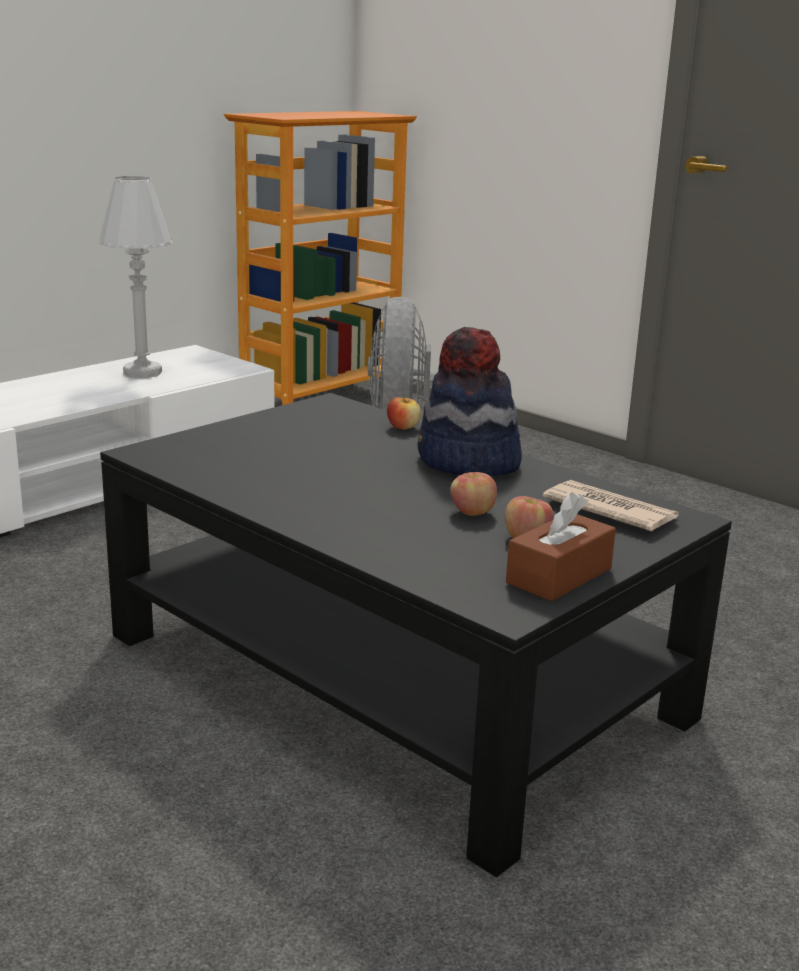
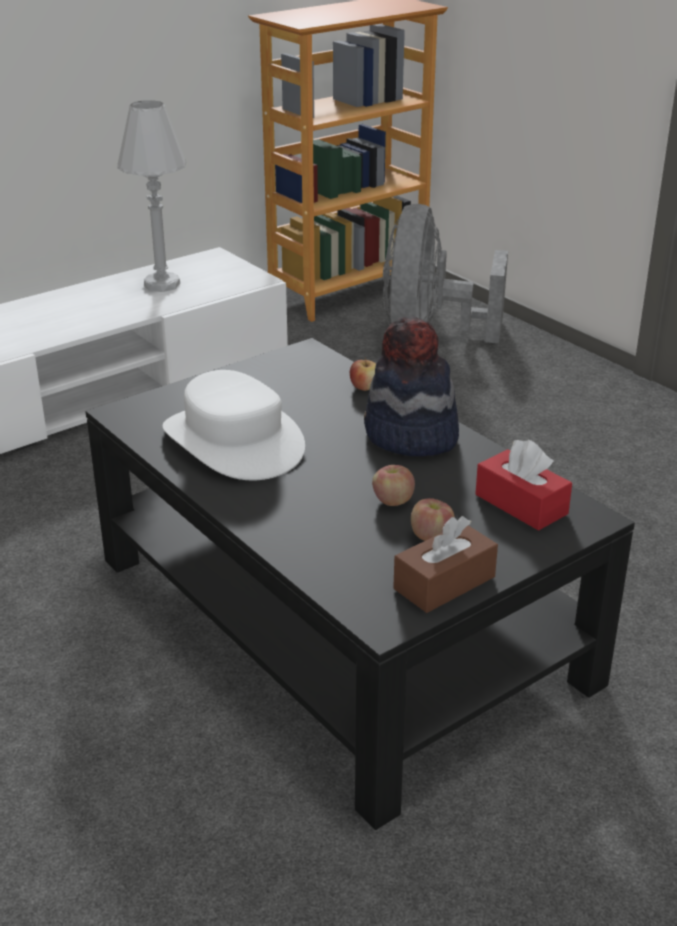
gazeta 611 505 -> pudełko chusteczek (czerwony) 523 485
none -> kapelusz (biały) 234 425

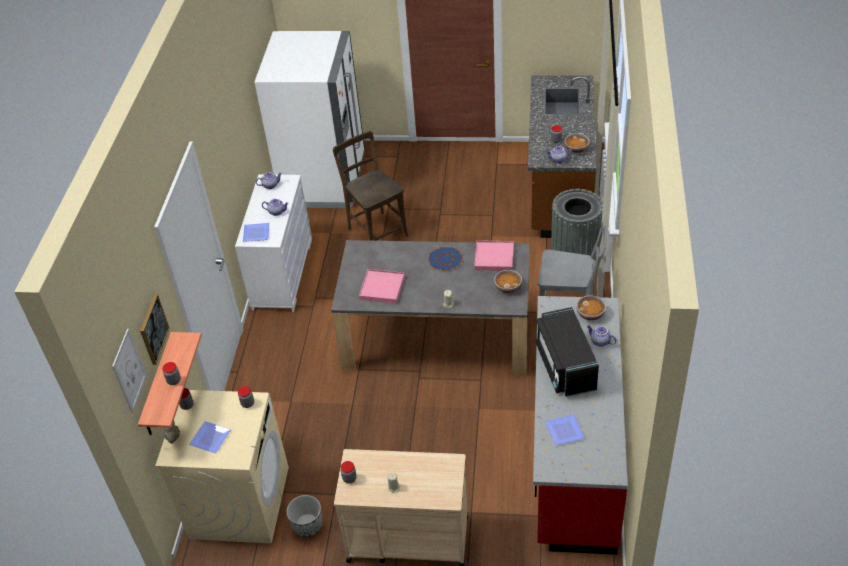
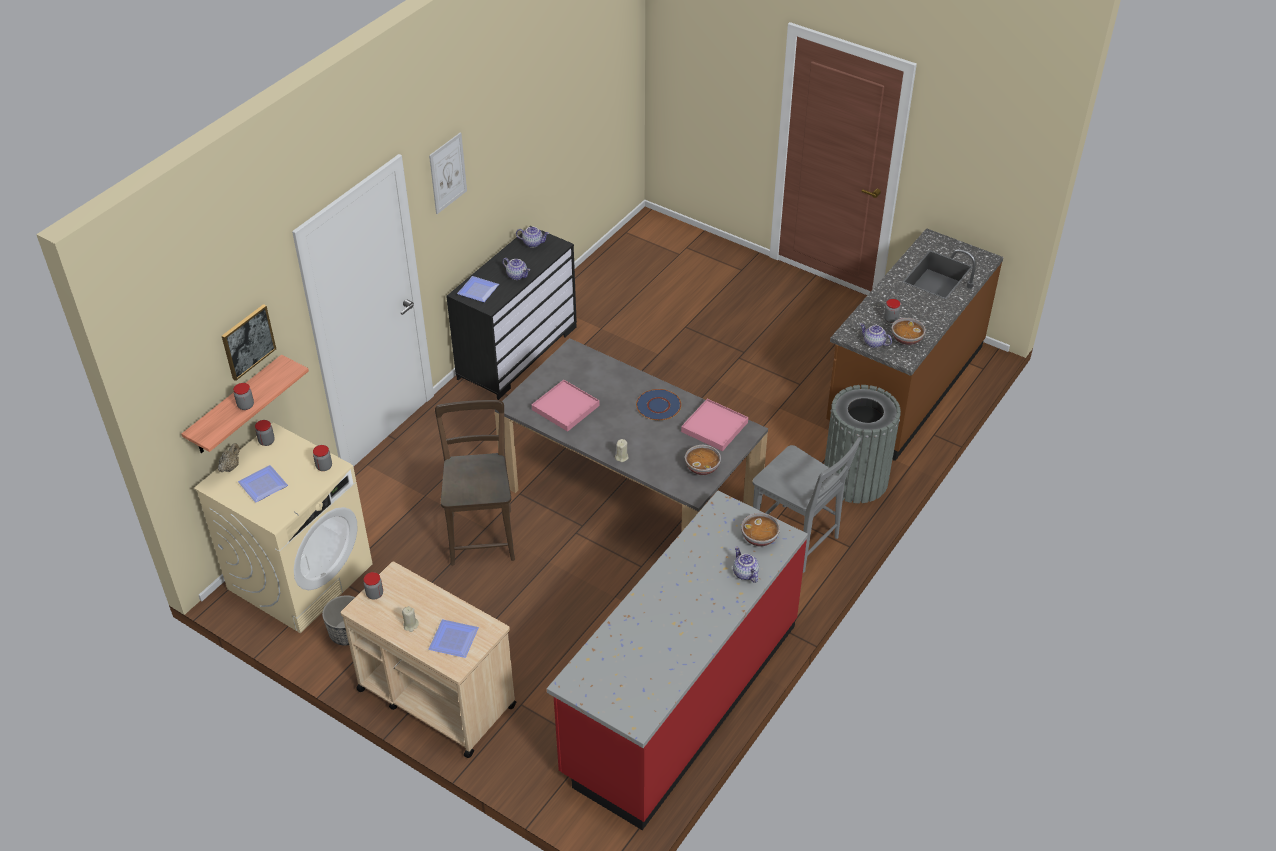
lodówka (biały) 309 119 -> none
krzesło (brązowy) 371 186 -> krzesło (brązowy) 475 483, moved
komoda (biały) 273 243 -> komoda (czarny) 511 313
mikrofalówka (czarny) 567 352 -> none
obraz 129 370 -> obraz 448 173, moved
talerz 565 430 -> talerz 454 638, moved

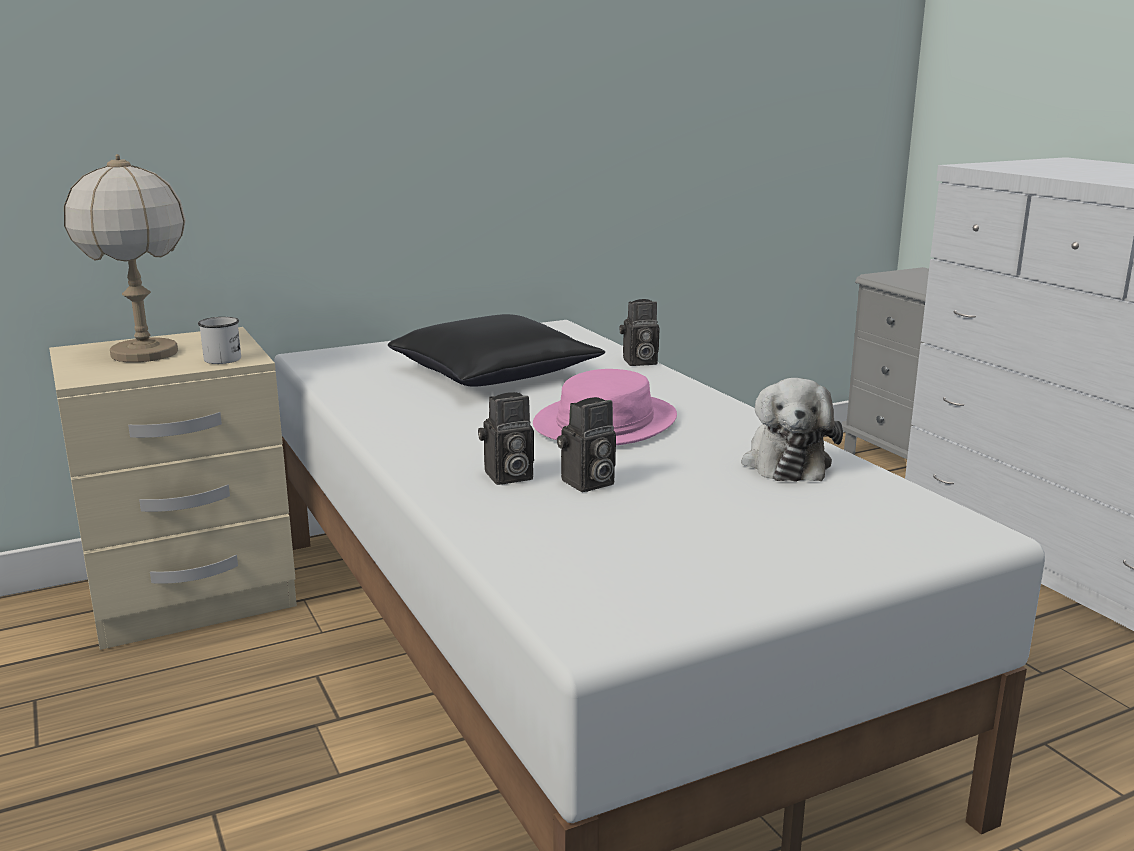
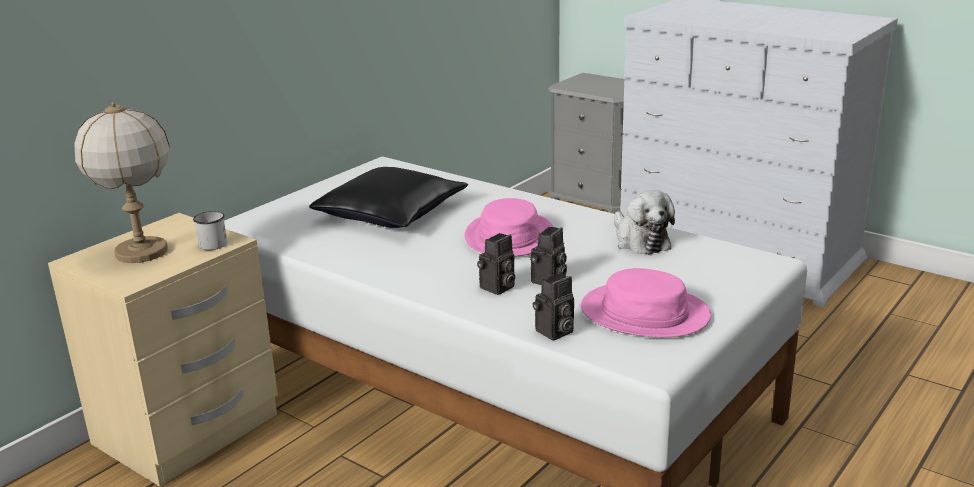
aparat fotograficzny 639 332 -> aparat fotograficzny 553 306, moved
none -> kapelusz (różowy) 646 302

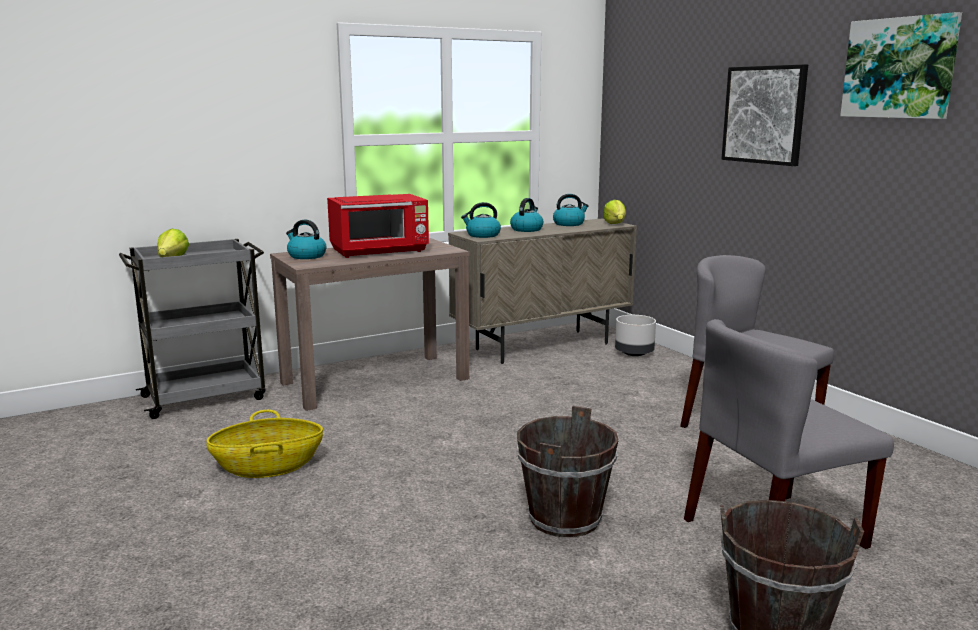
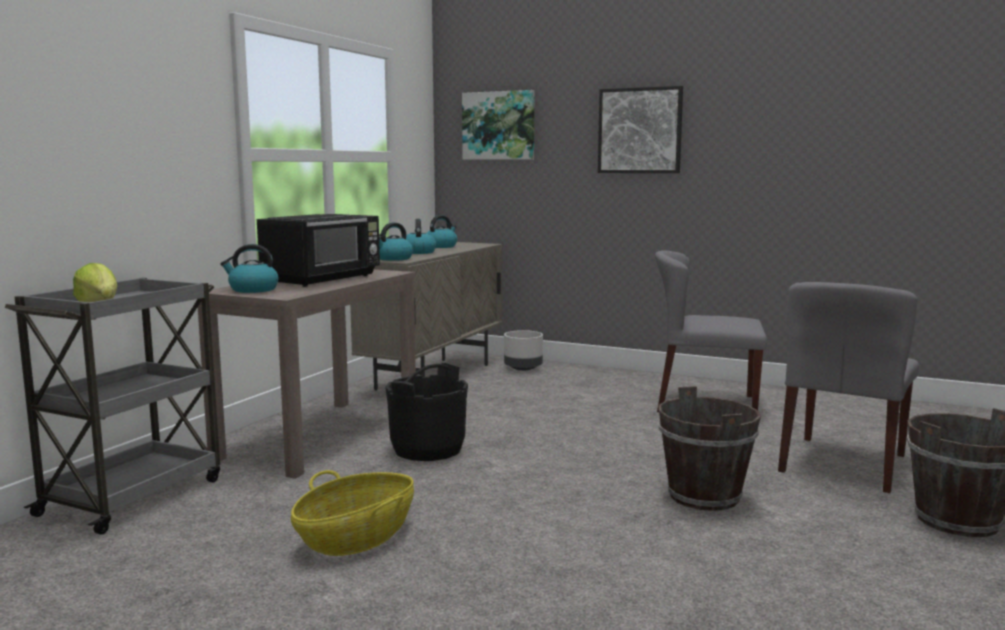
obraz 901 65 -> obraz 498 125, moved
mikrofalówka (czerwony) 378 226 -> mikrofalówka (czarny) 318 250
sałata 614 212 -> none
none -> wiadro (czarny) 426 412

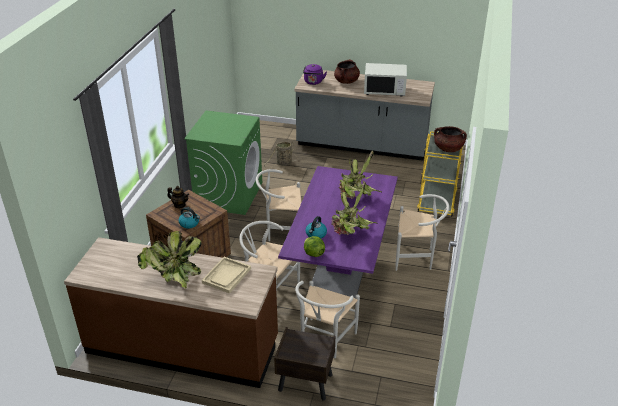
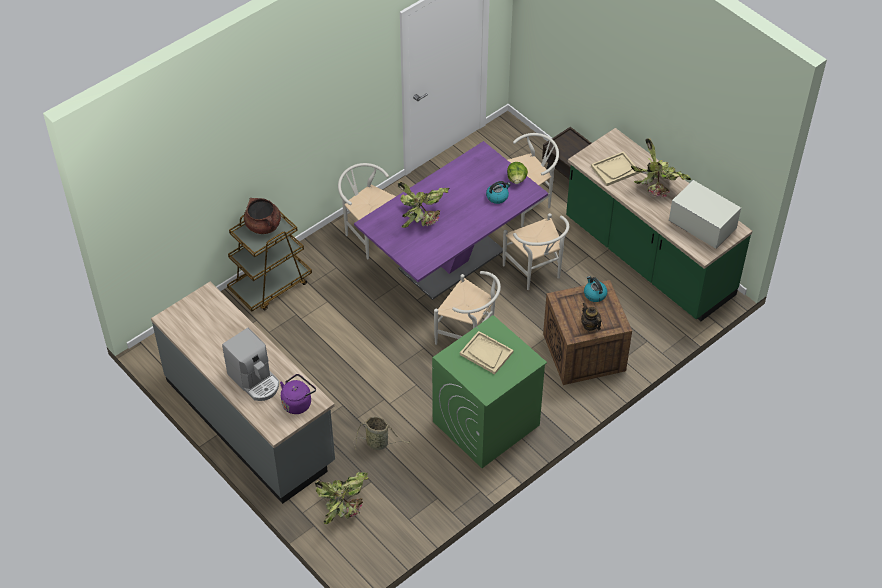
garnek (brązowy) 347 71 -> ekspres do kawy 250 364
mikrofalówka (biały) 385 80 -> mikrofalówka (biały) 705 214, moved
wózek (żółty) 440 173 -> wózek (brązowy) 269 261
roślina doniczkowa 355 208 -> roślina doniczkowa 342 498, moved
zabudowa kuchenna (brązowy) 171 312 -> zabudowa kuchenna (zielony) 659 224
none -> taca (beżowy) 486 352

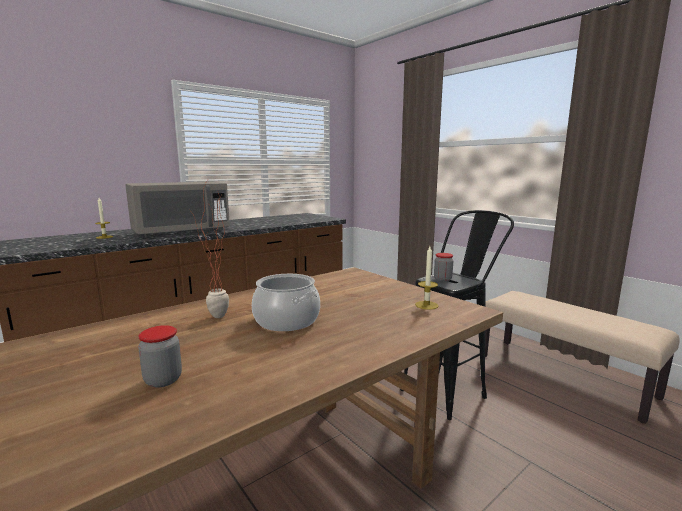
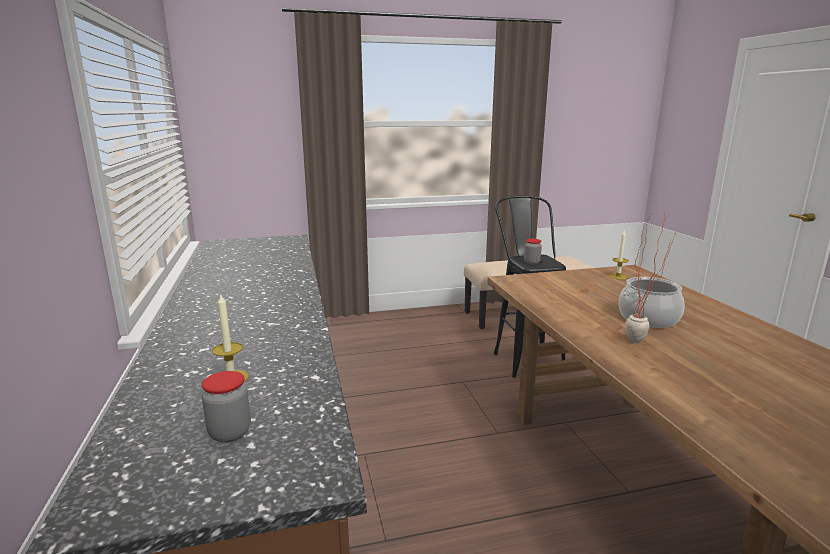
mikrofalówka (szary) 177 210 -> none
słoik 160 356 -> słoik 226 407, moved

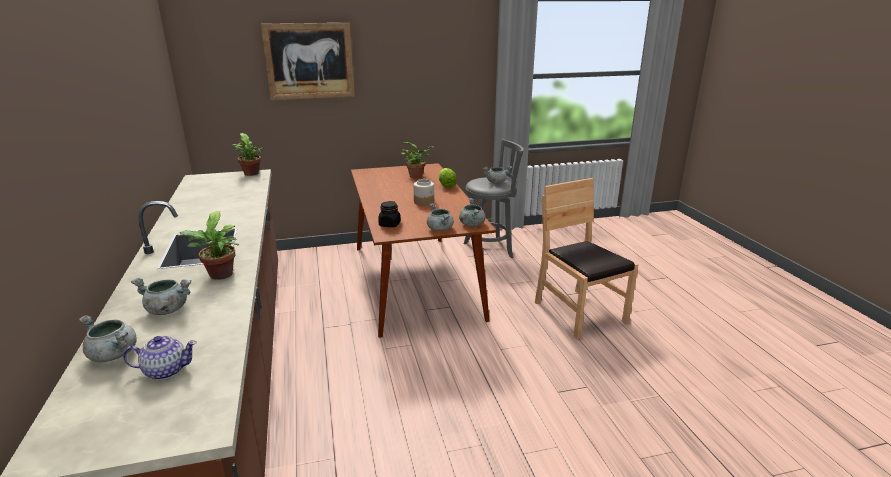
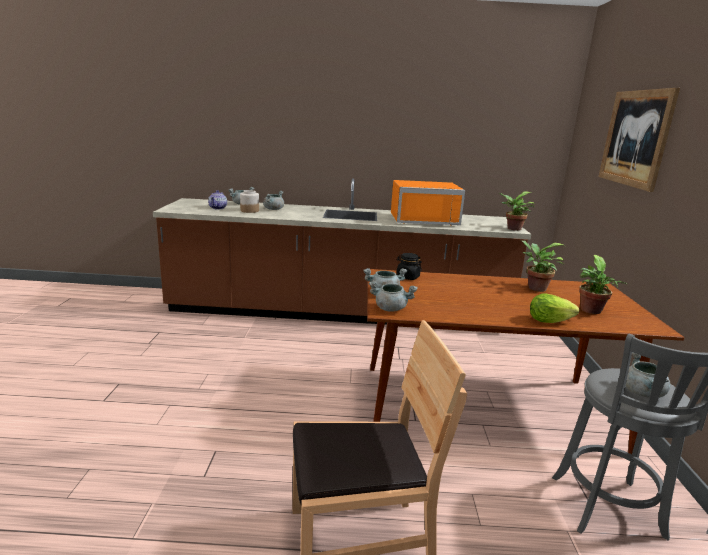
słoik 423 192 -> słoik 249 201, moved
roślina doniczkowa 208 245 -> roślina doniczkowa 543 266, moved
none -> mikrofalówka (pomarańczowy) 428 203

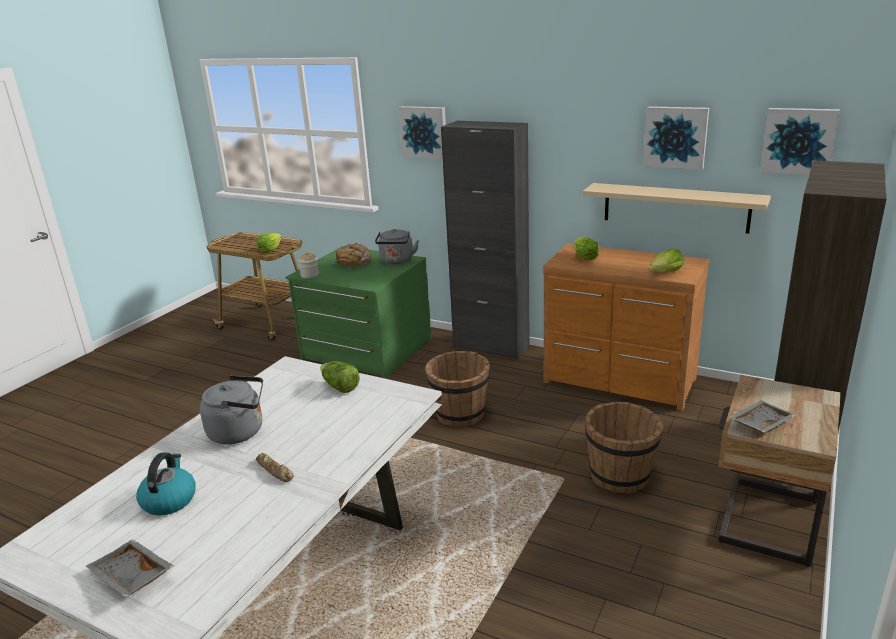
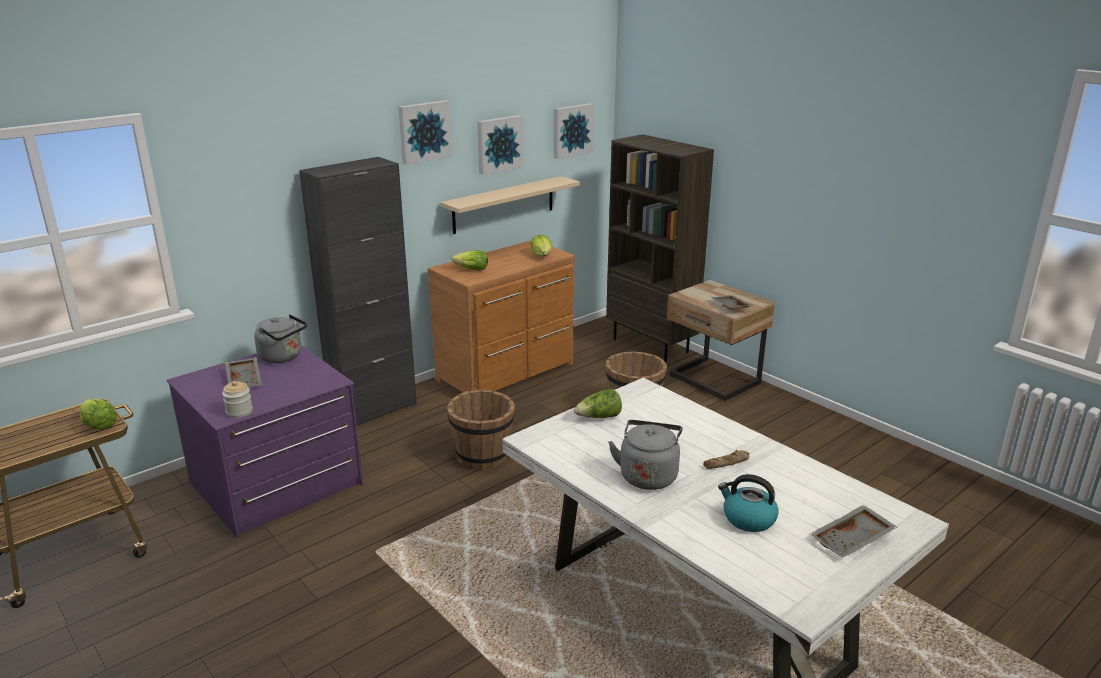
obraz 422 133 -> obraz 425 132, moved
chleb 351 255 -> taca (szary) 243 372
komoda (zielony) 358 312 -> komoda (fioletowy) 265 441

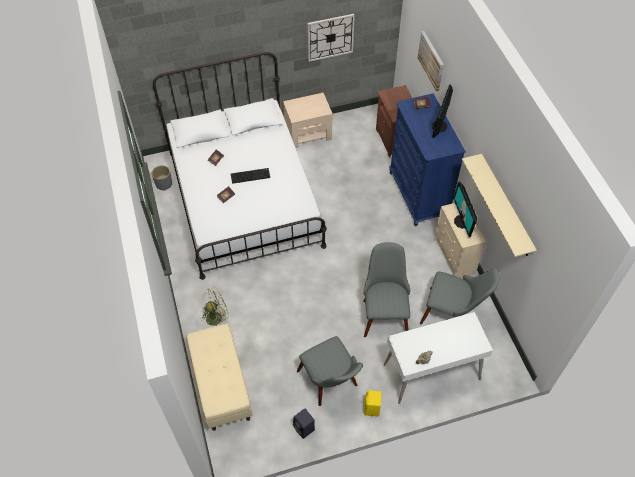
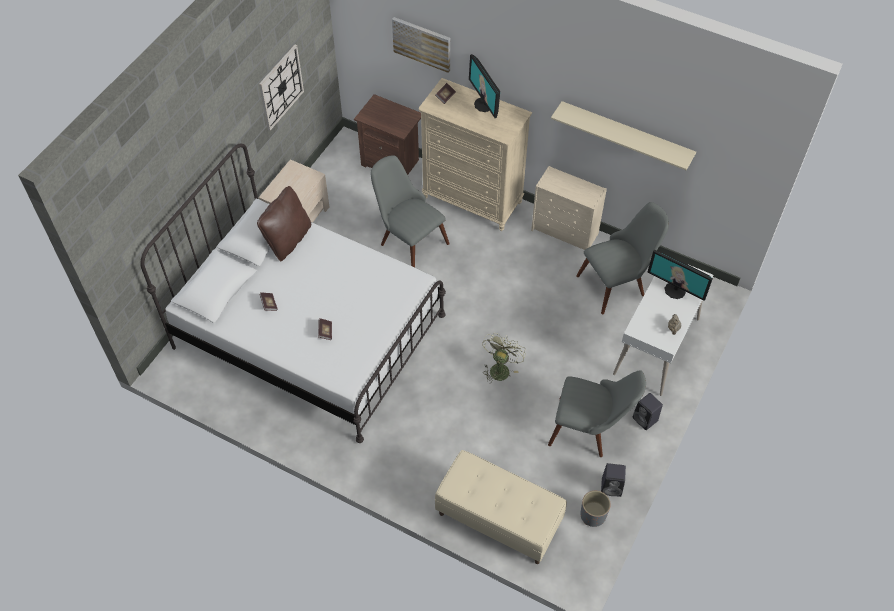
komoda (niebieski) 427 160 -> komoda (beżowy) 475 154
donica (szary) 162 178 -> donica (szary) 595 509, moved
klawiatura 250 176 -> none
monitor 465 209 -> monitor 680 275, moved
krzesło (szary) 386 289 -> krzesło (szary) 410 211, moved
wentylator (zielony) 215 306 -> wentylator (zielony) 504 358, moved
głośnik (żółty) 372 403 -> głośnik (czarny) 648 411
none -> poduszka (brązowy) 284 223

